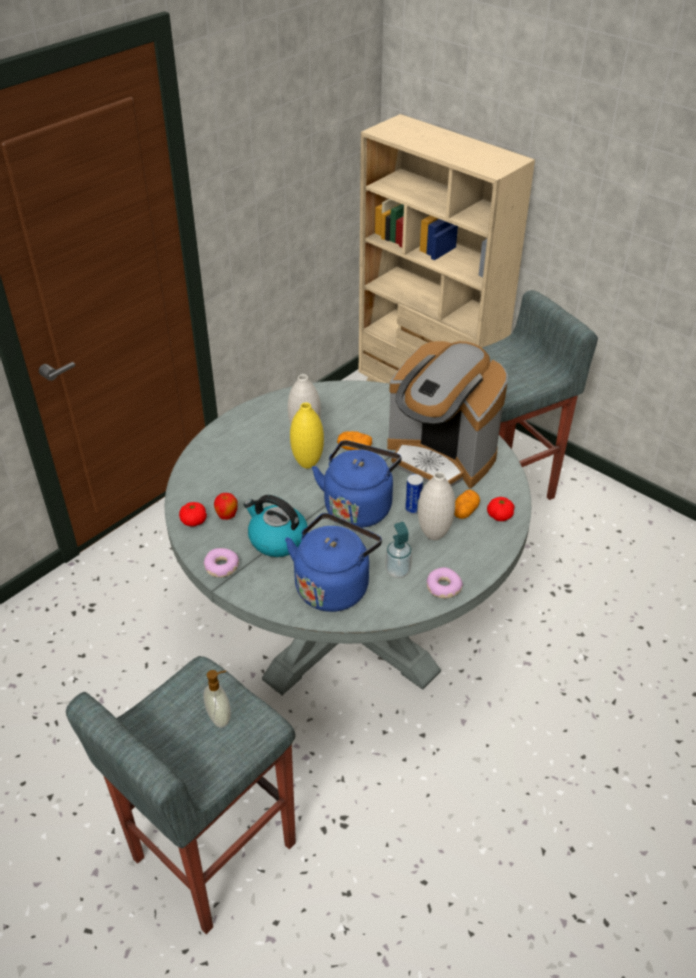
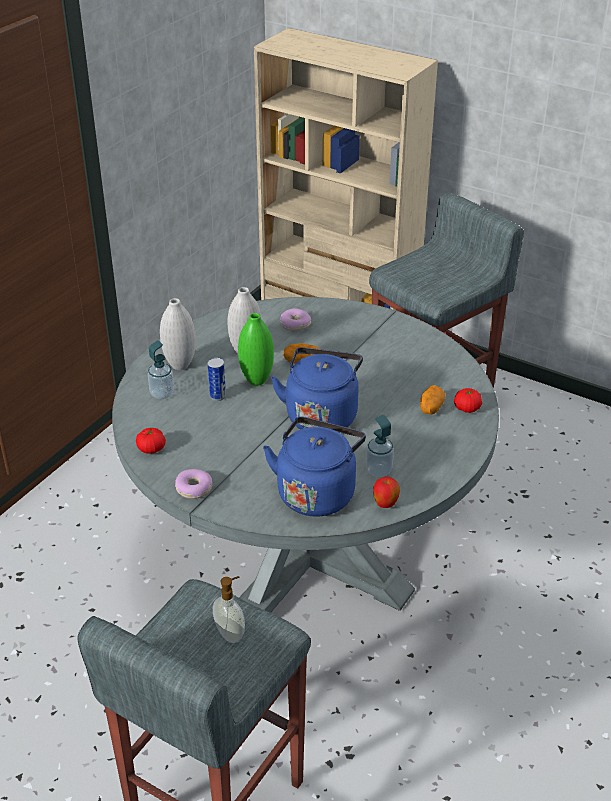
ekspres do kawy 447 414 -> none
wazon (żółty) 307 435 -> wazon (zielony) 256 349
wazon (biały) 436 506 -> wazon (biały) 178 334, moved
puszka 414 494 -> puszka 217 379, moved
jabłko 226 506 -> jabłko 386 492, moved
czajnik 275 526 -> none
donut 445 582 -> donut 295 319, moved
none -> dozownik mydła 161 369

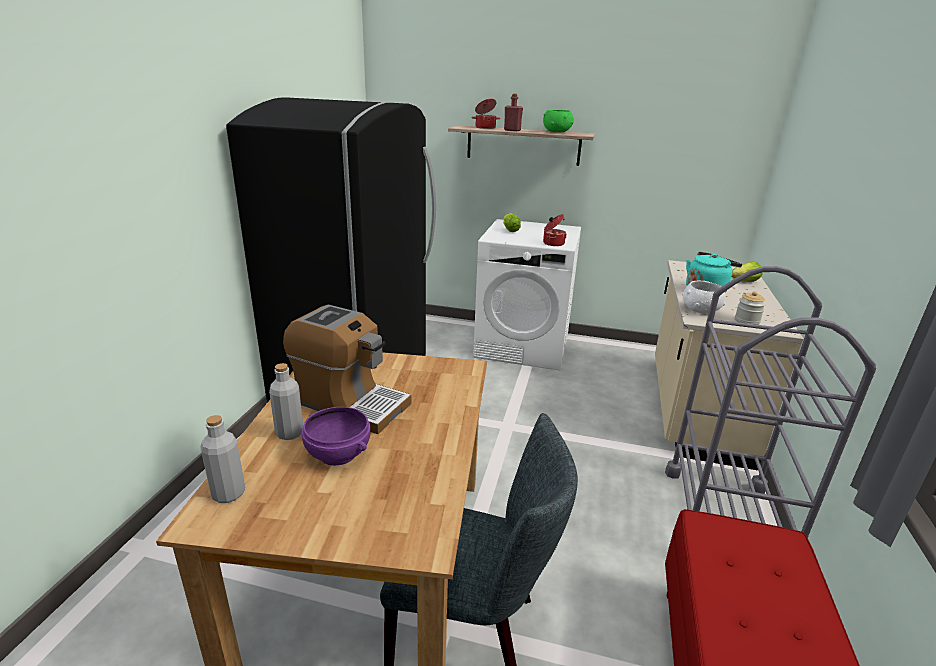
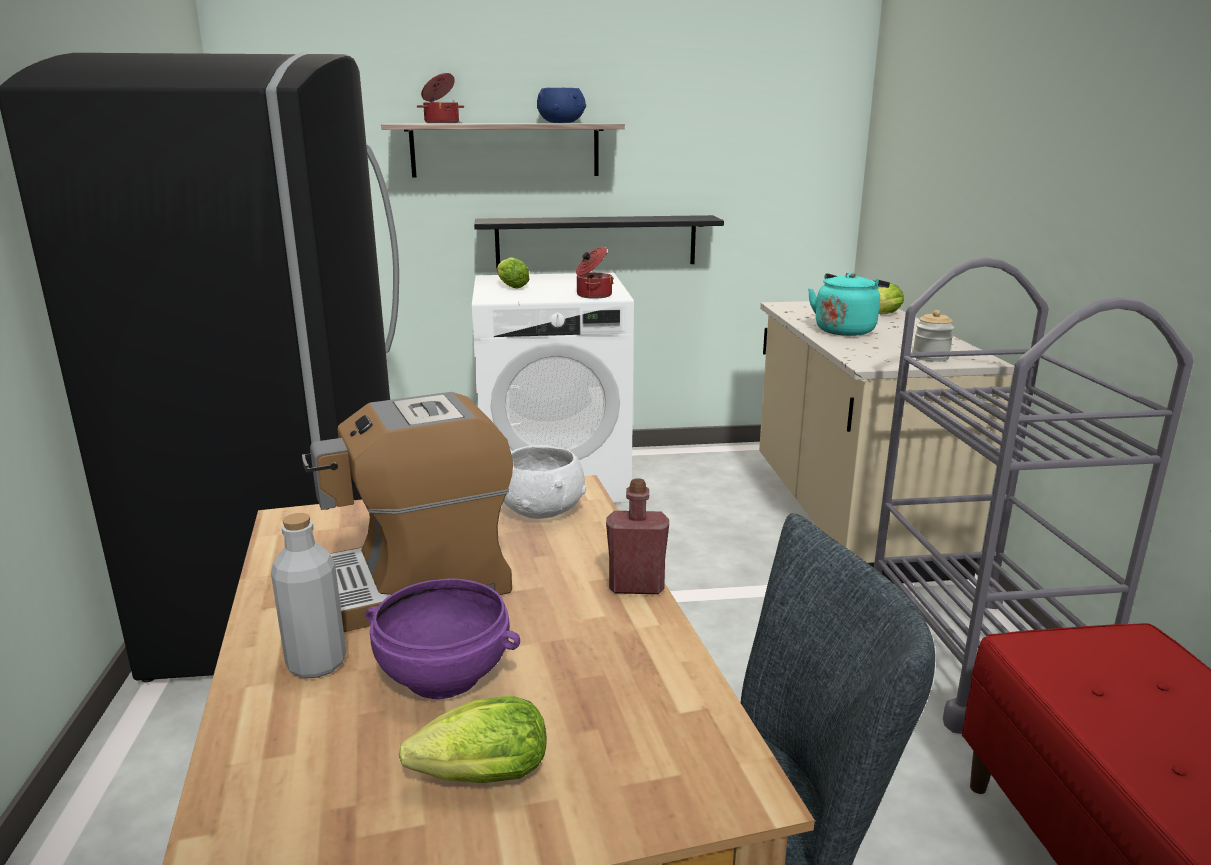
butelka (czerwony) 513 112 -> butelka (czerwony) 637 536, moved
miska (zielony) 558 121 -> miska (niebieski) 561 105
miska (biały) 703 296 -> miska (biały) 544 482, moved
ekspres do kawy 347 369 -> ekspres do kawy 407 512, 150 degrees clockwise
butelka (szary) 222 459 -> none
none -> półka (czarny) 599 241
none -> sałata 473 739

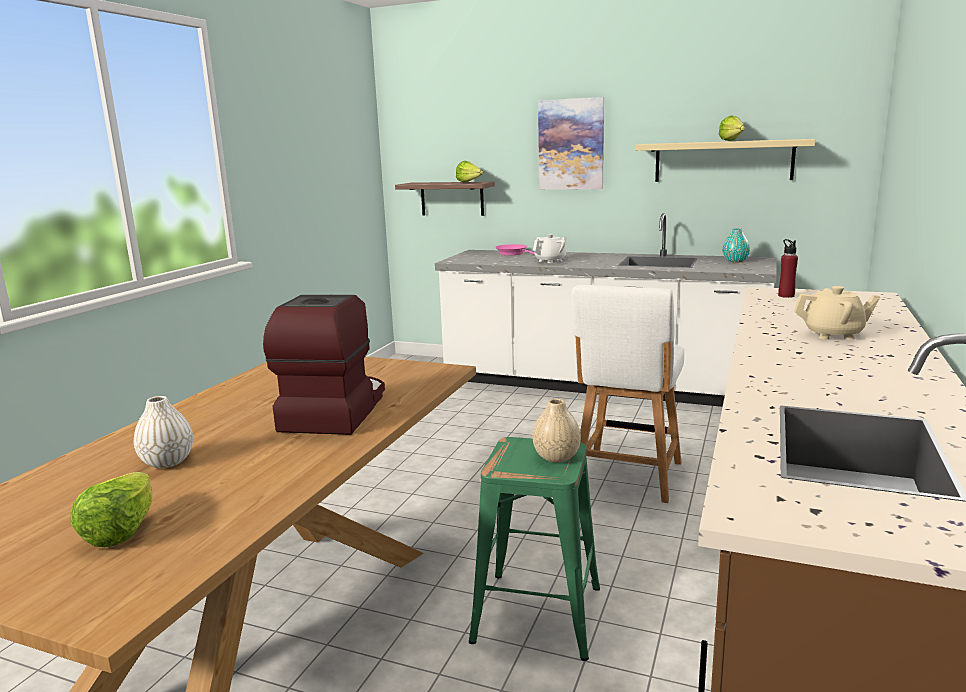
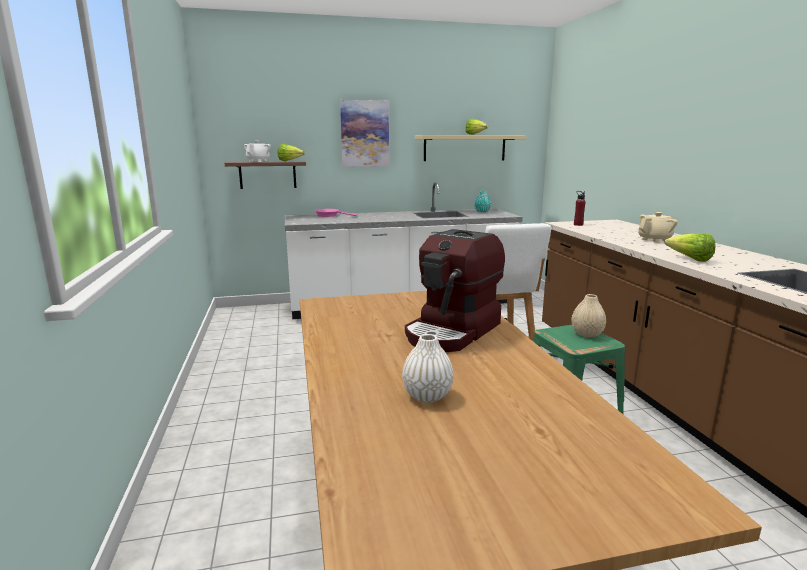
imbryk (biały) 550 248 -> imbryk (biały) 257 151, moved
ekspres do kawy 324 365 -> ekspres do kawy 455 290, 120 degrees counterclockwise
sałata 111 509 -> sałata 690 247, moved

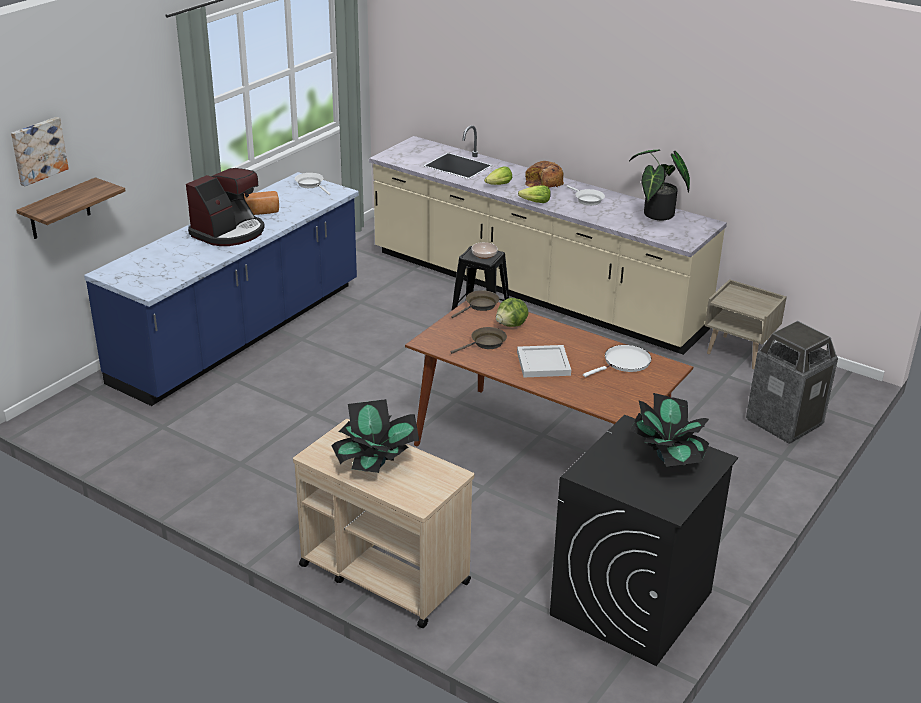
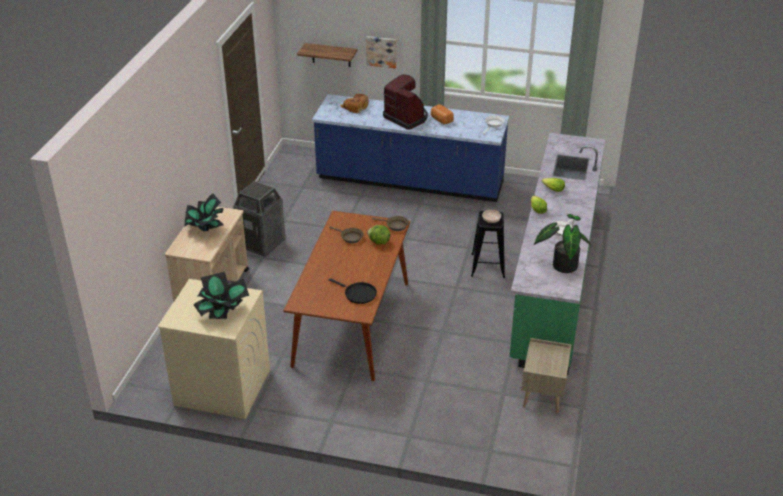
obraz 40 152 -> obraz 381 52, moved
zabudowa kuchenna (beżowy) 548 240 -> zabudowa kuchenna (zielony) 557 254
chleb 544 174 -> chleb 354 103, moved
ekspres do kawy 225 207 -> ekspres do kawy 405 101, 150 degrees counterclockwise
kosz na śmieci 792 382 -> kosz na śmieci 259 219, moved
taca (biały) 544 361 -> none
patelnia (biały) 617 361 -> patelnia (czarny) 353 291
pralka (czarny) 644 540 -> pralka (beżowy) 214 349

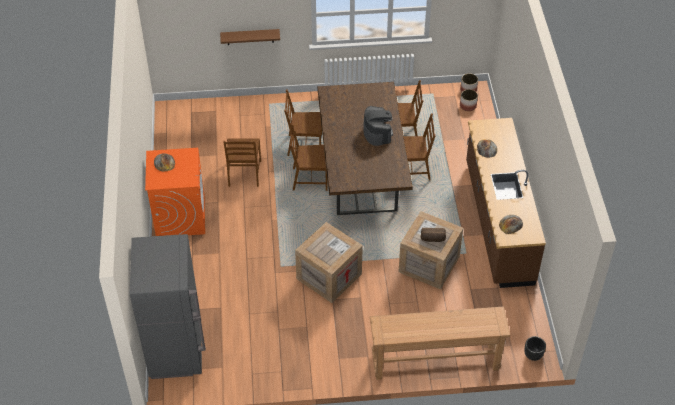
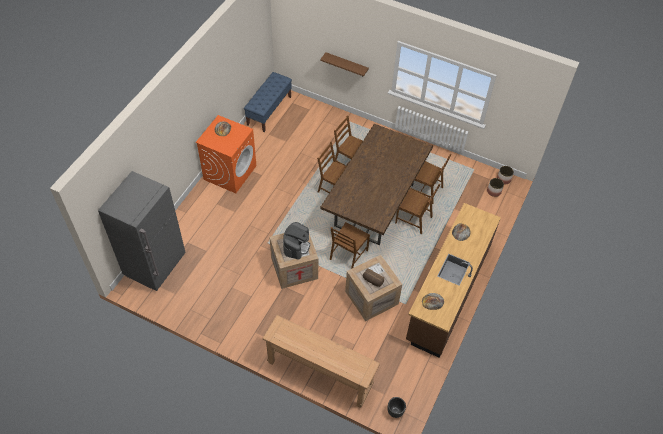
ekspres do kawy 378 126 -> ekspres do kawy 296 241, moved
krzesło (brązowy) 242 162 -> krzesło (brązowy) 350 245, moved
none -> ławka (niebieski) 268 102

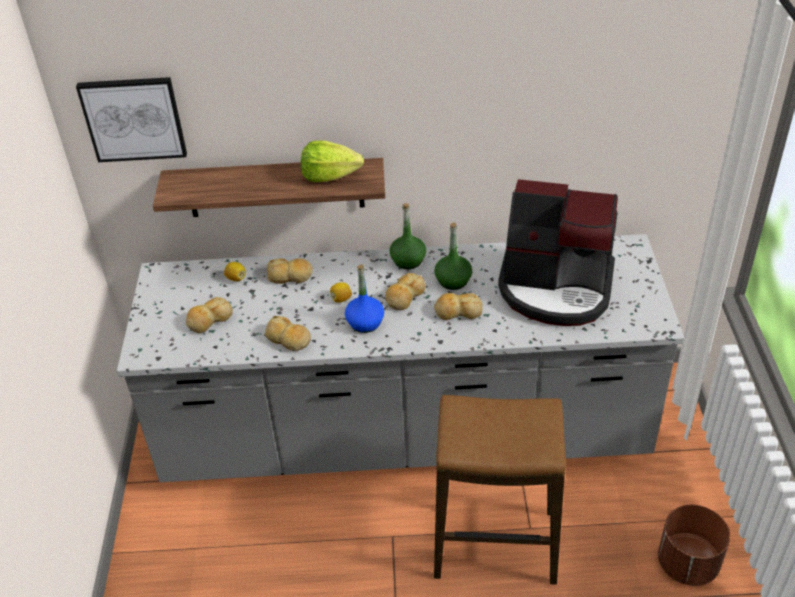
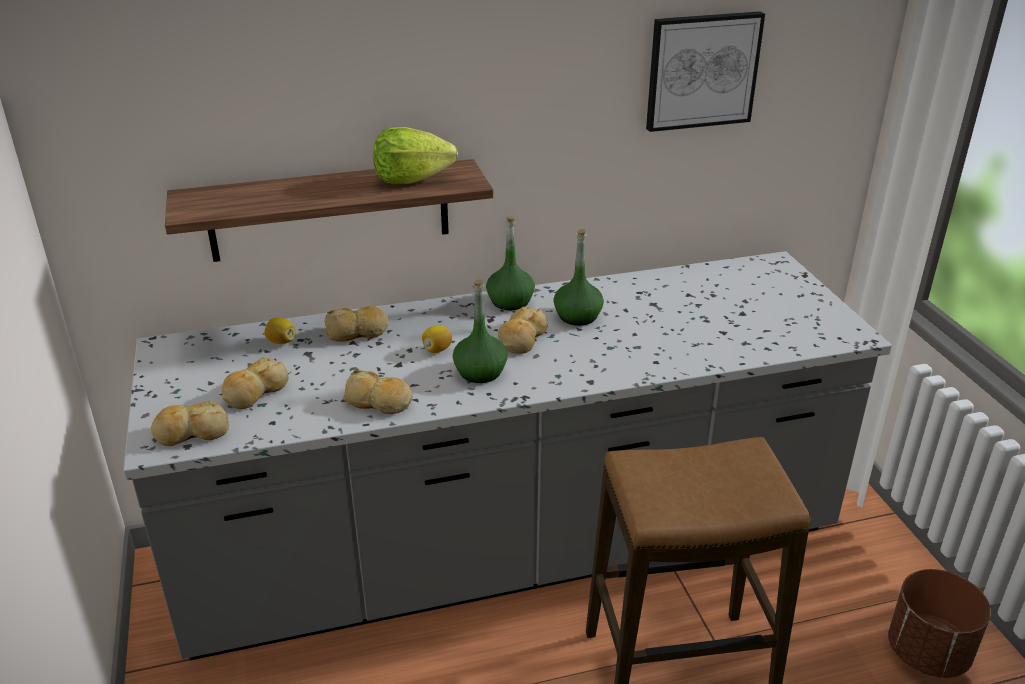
obraz 131 119 -> obraz 705 71, moved
ekspres do kawy 558 252 -> none
butelka (niebieski) 364 298 -> butelka (zielony) 480 331
chleb 458 306 -> chleb 190 423, moved

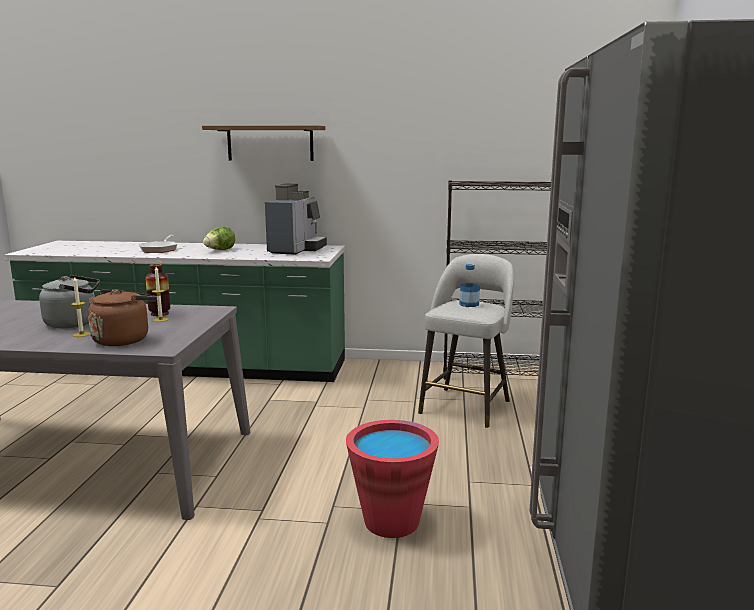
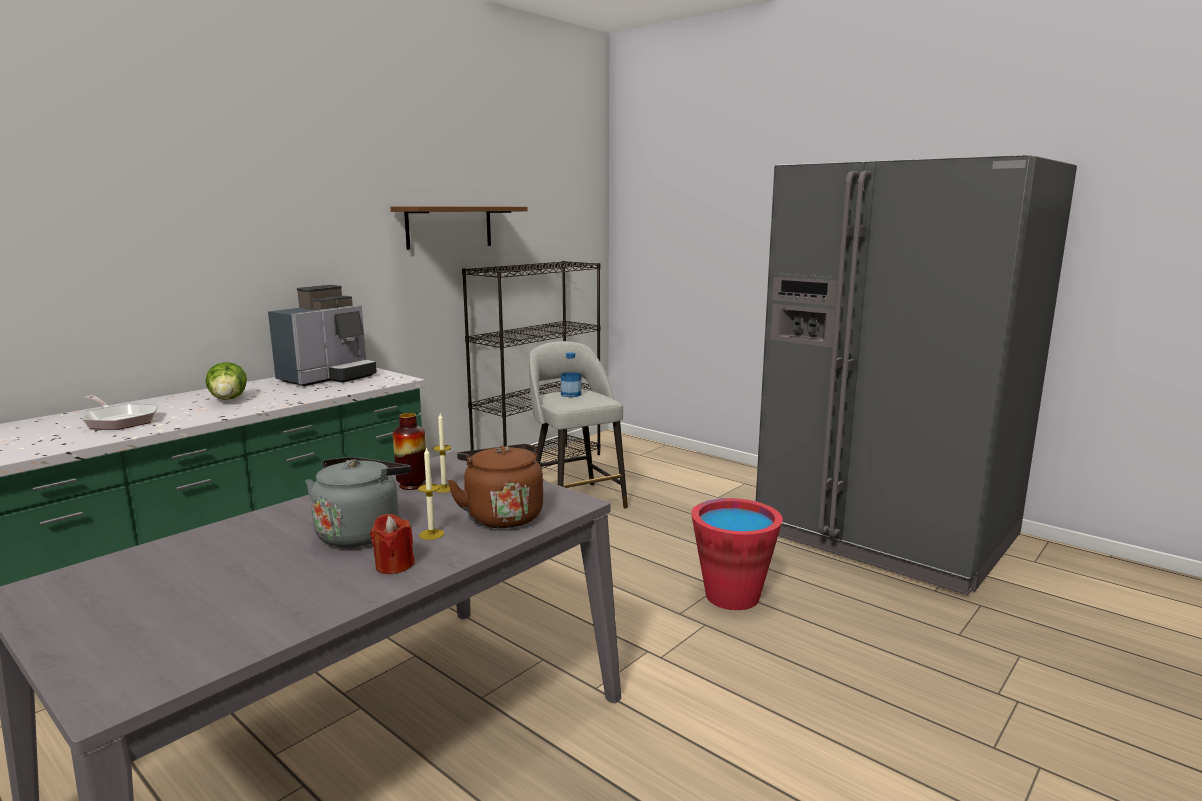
półka (brązowy) 263 143 -> półka (brązowy) 459 228, moved
ekspres do kawy 296 219 -> ekspres do kawy 322 335, 75 degrees clockwise
none -> świeca (czerwony) 392 544

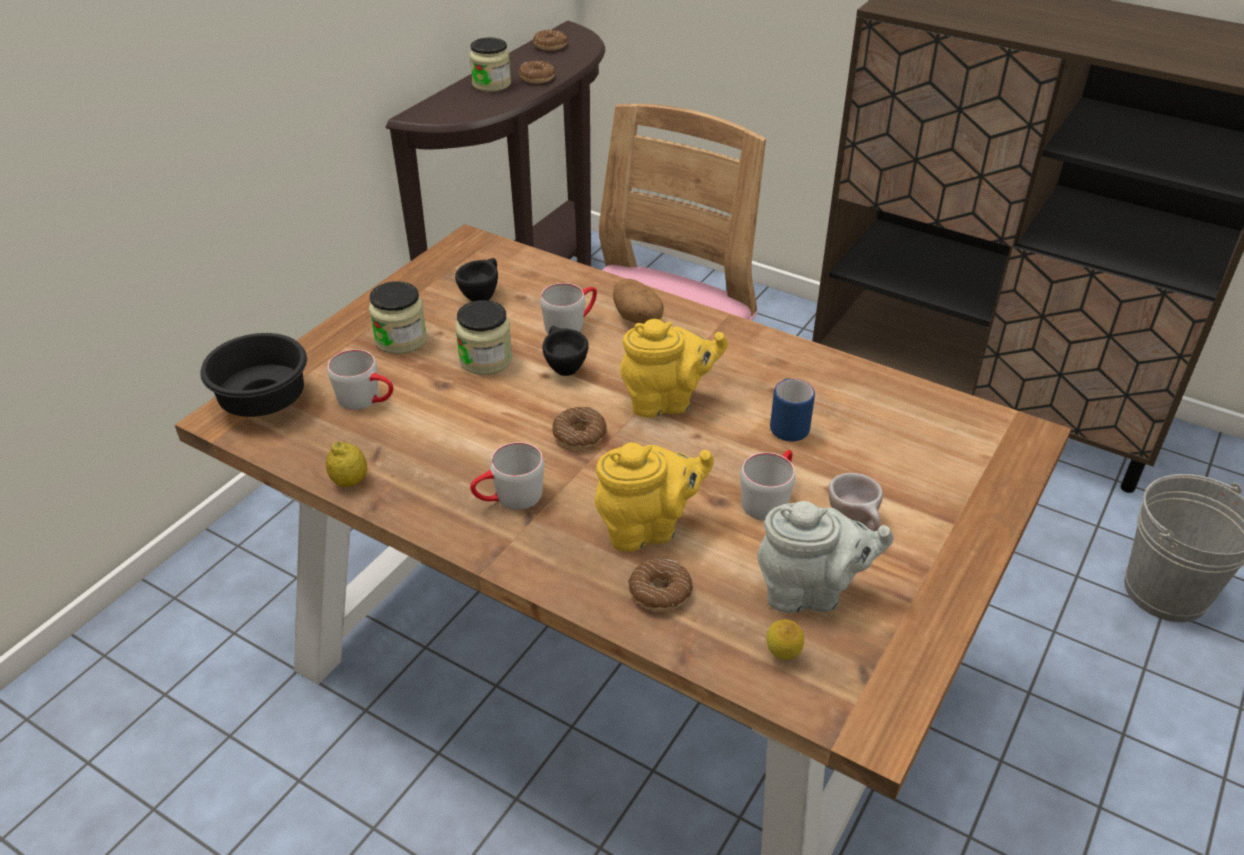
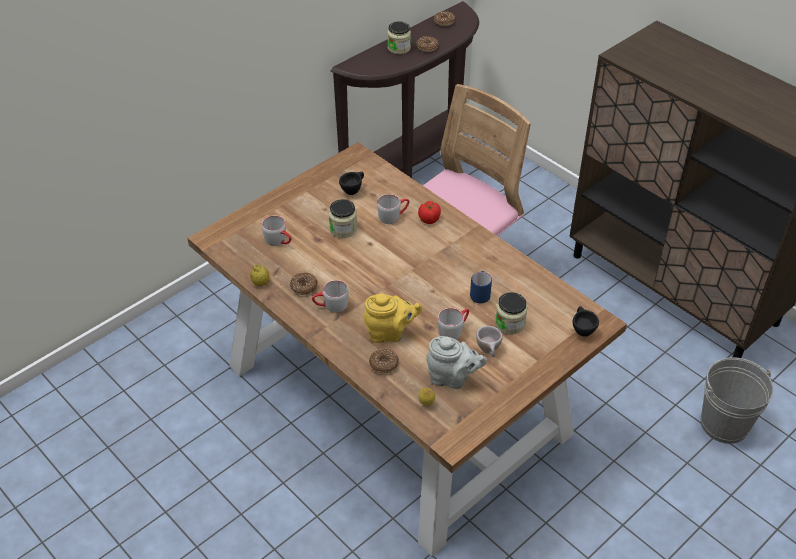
ziemniak 638 301 -> pomidor 429 212
słoik 398 317 -> słoik 511 313, moved
imbryk (żółty) 674 368 -> none
filiżanka (czarny) 566 351 -> filiżanka (czarny) 586 321, moved
miska (czarny) 253 375 -> none
donut 579 428 -> donut 303 284, moved

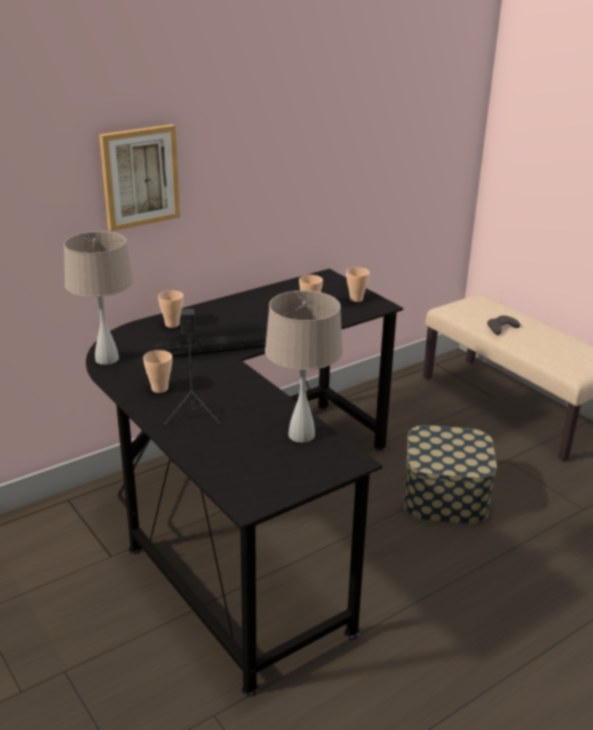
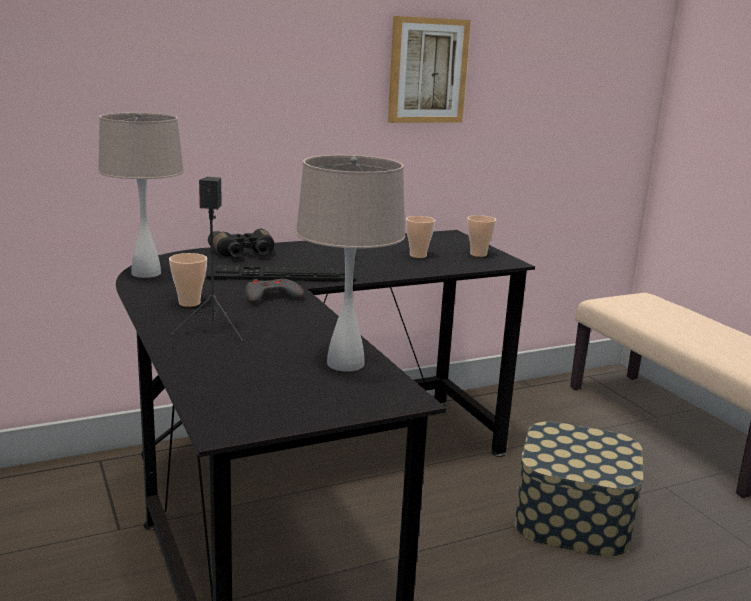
obraz 139 177 -> obraz 429 69, moved
filiżanka 170 309 -> lornetka (czarny) 241 243
pad do gier (szary) 503 325 -> pad do gier (szary) 274 291, moved

